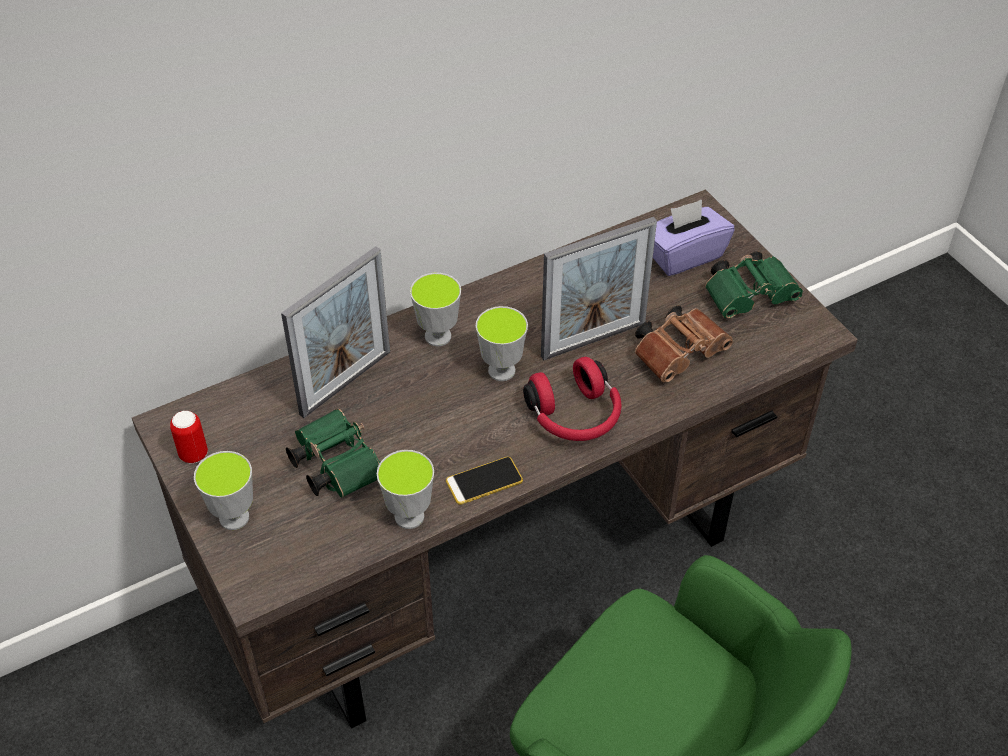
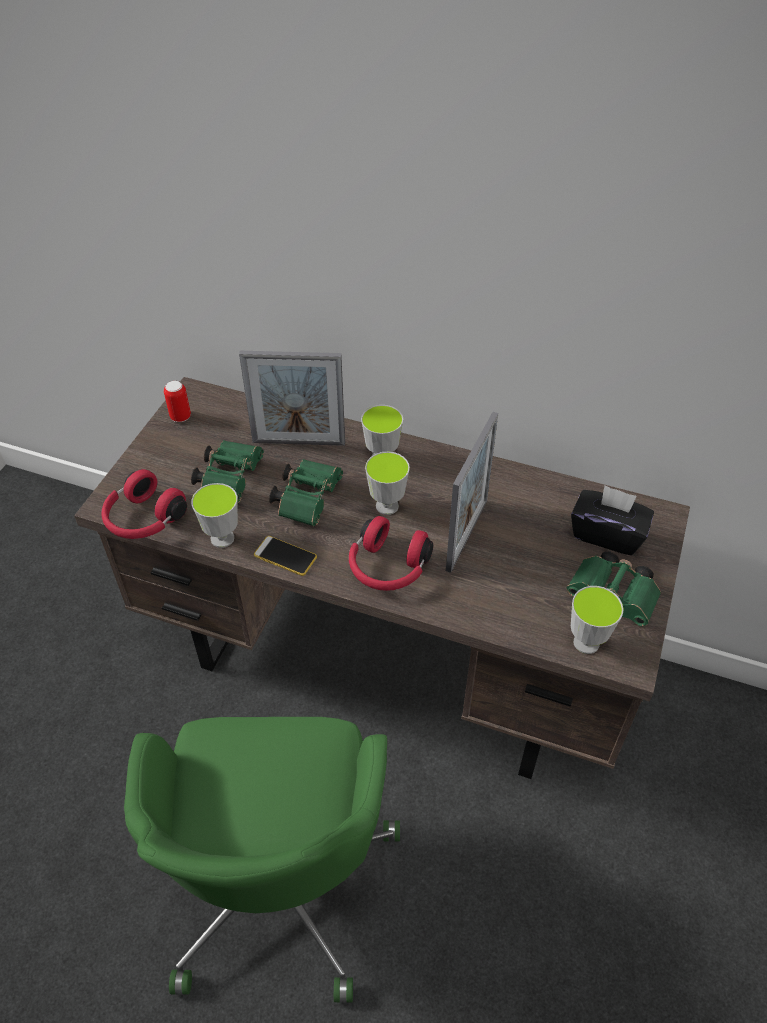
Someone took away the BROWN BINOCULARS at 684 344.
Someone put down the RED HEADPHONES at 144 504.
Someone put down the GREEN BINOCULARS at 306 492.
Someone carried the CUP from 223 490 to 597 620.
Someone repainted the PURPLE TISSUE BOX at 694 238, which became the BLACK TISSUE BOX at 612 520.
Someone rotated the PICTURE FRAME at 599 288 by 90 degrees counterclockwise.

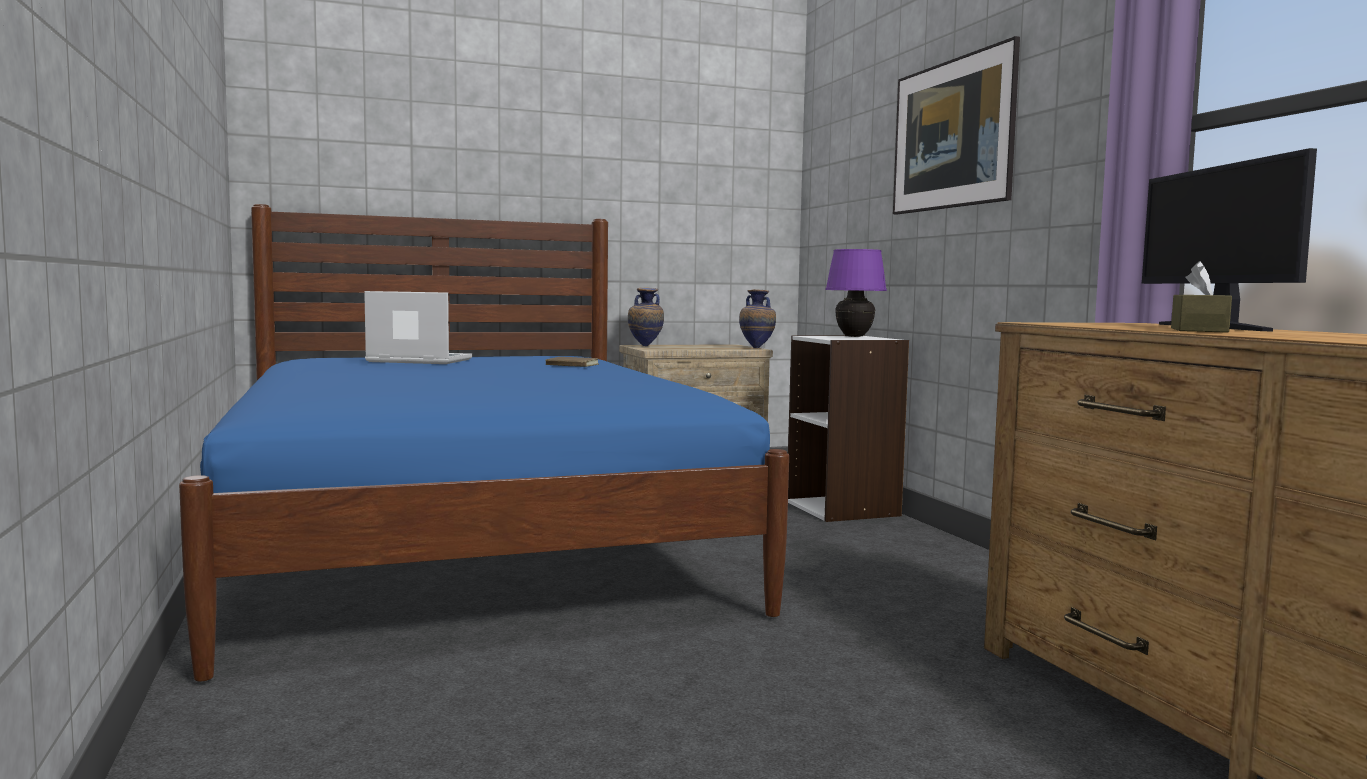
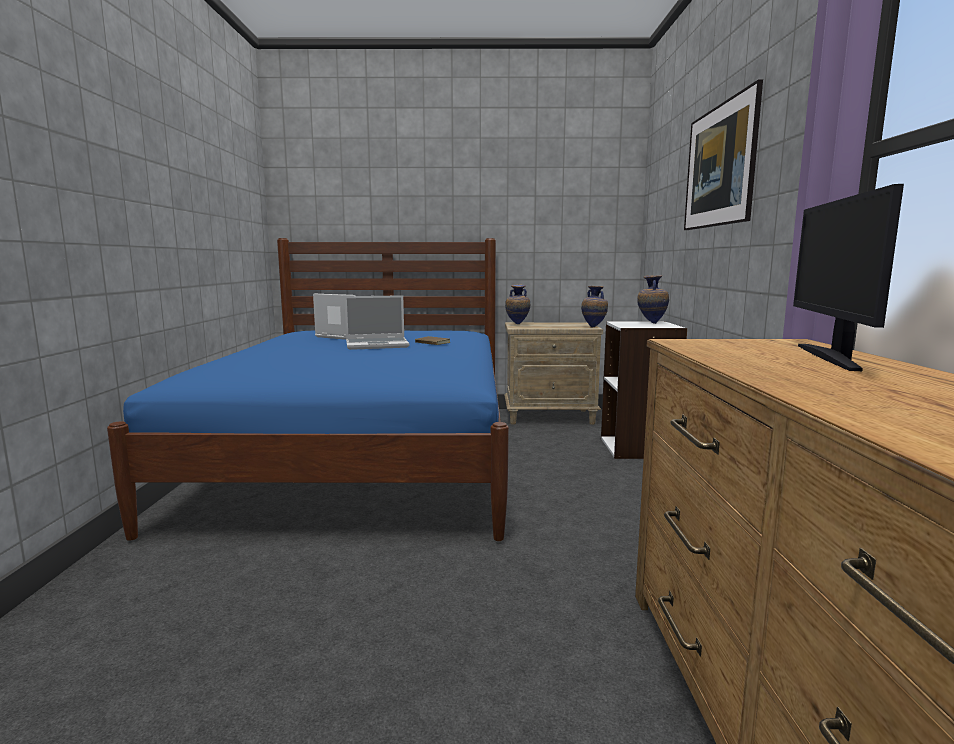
Someone took away the BROWN TISSUE BOX at 1201 297.
Someone put down the LAPTOP at 376 322.
Someone swapped the PURPLE TABLE LAMP at 856 293 for the VASE at 653 299.

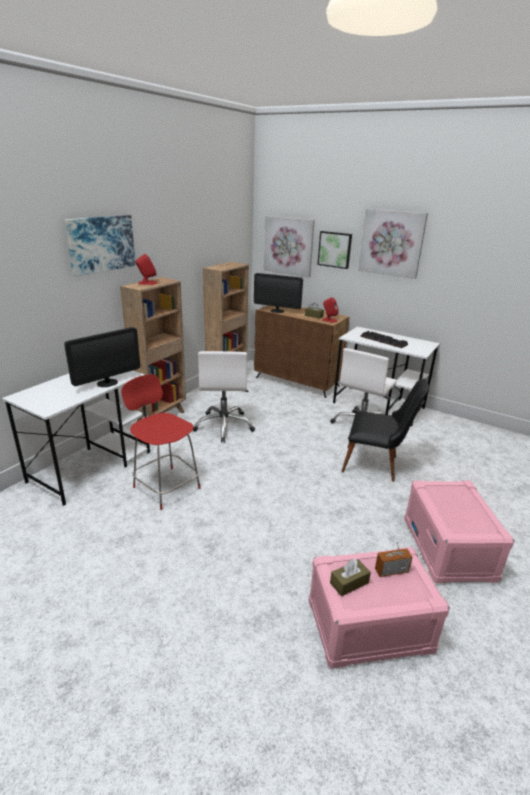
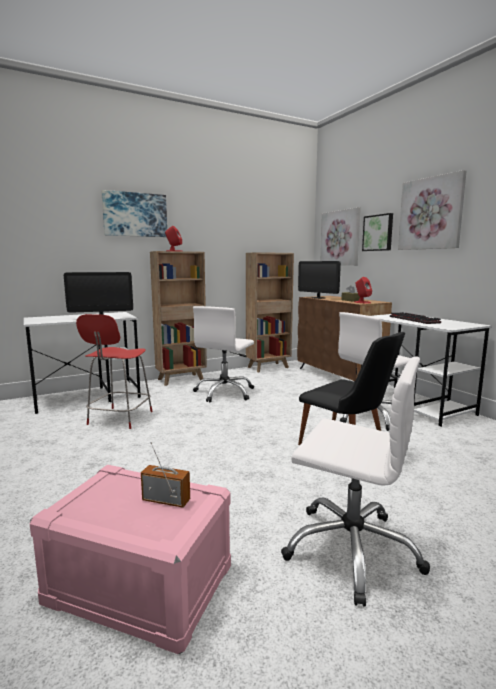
Someone took away the BROWN TISSUE BOX at 350 577.
Someone swapped the PINK STORAGE BOX at 459 531 for the WHITE OFFICE CHAIR at 355 481.
Someone rotated the RED CHAIR at 160 442 by 150 degrees counterclockwise.

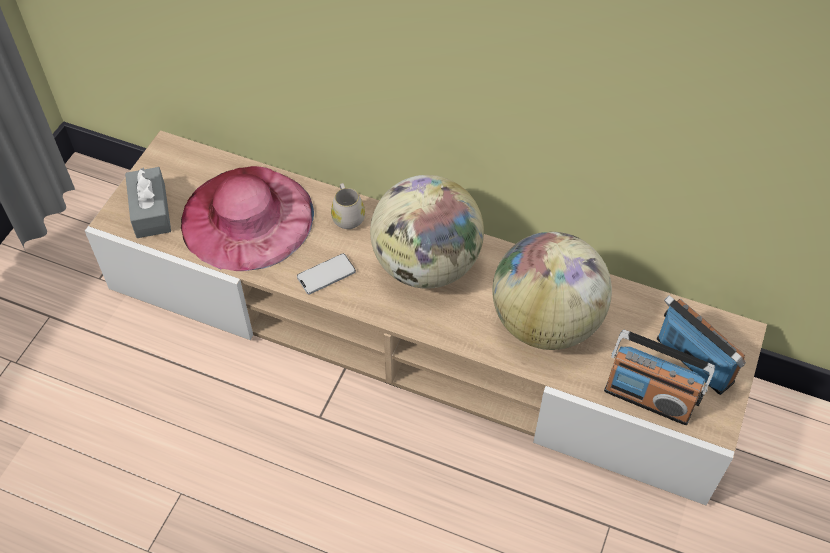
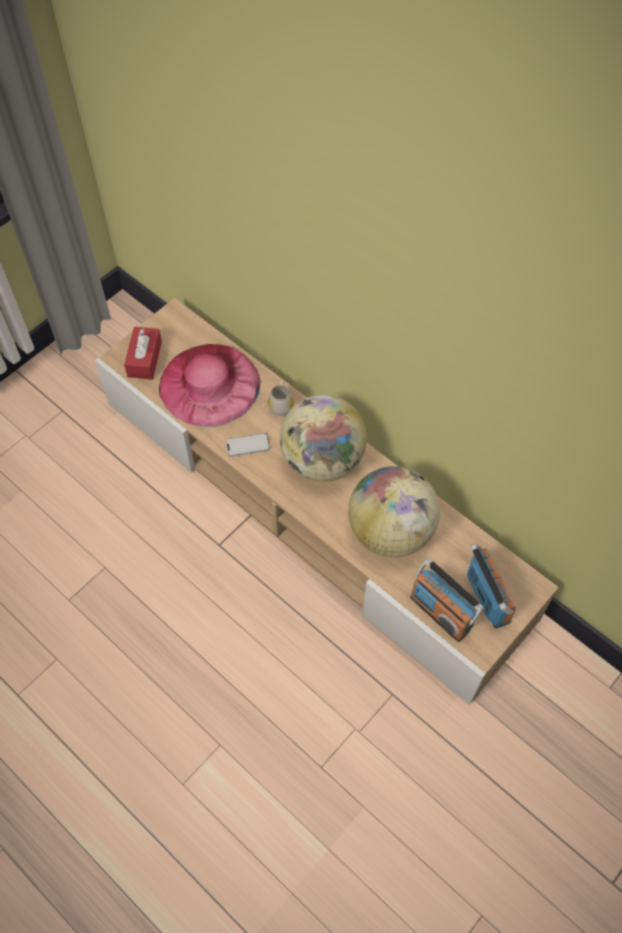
Someone repainted the GREY TISSUE BOX at 148 202, which became the RED TISSUE BOX at 143 353.

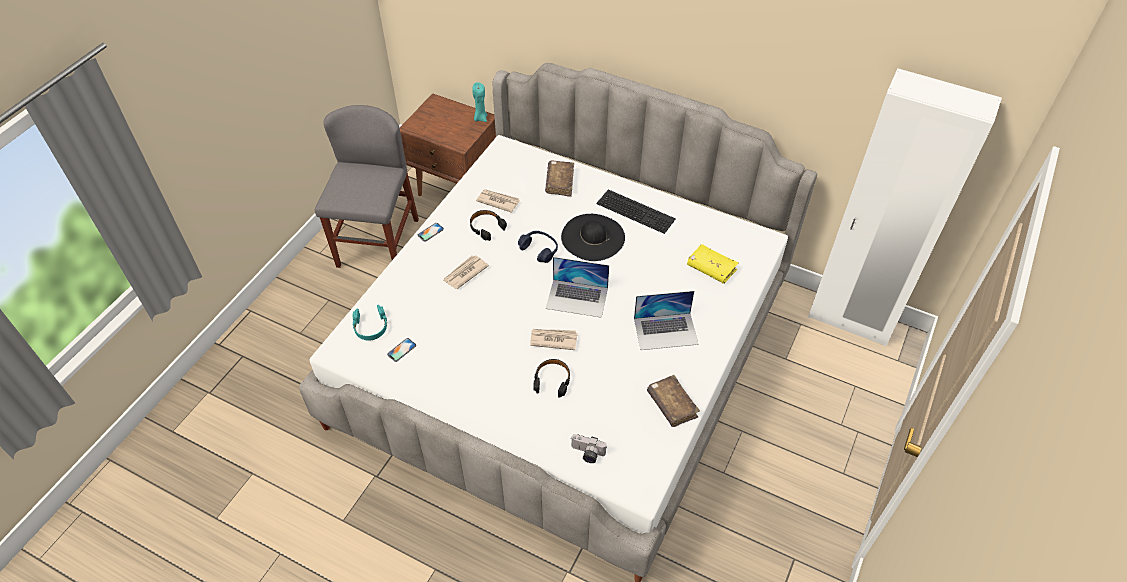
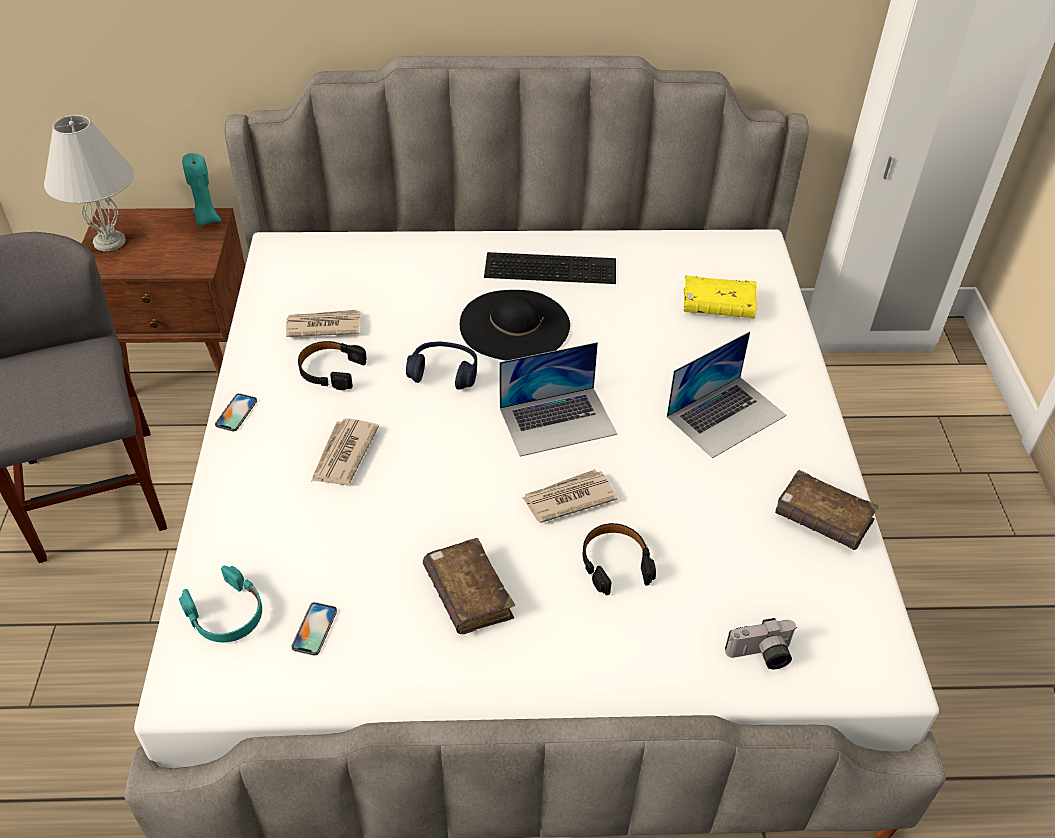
Someone put down the WHITE TABLE LAMP at 89 183.
Someone carried the BROWN BOOK from 559 179 to 469 586.

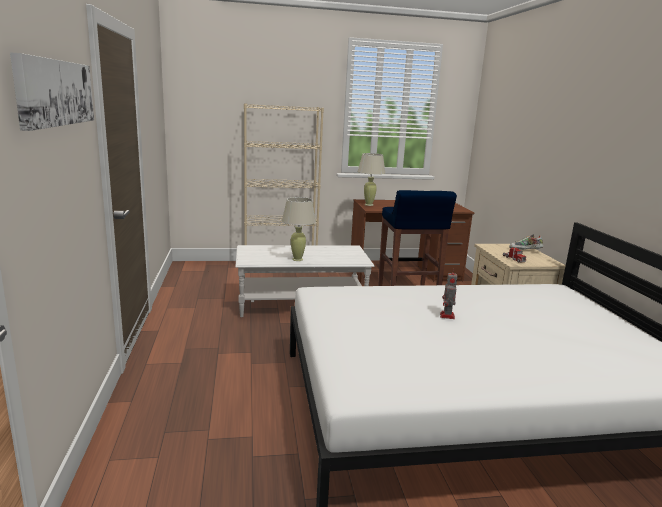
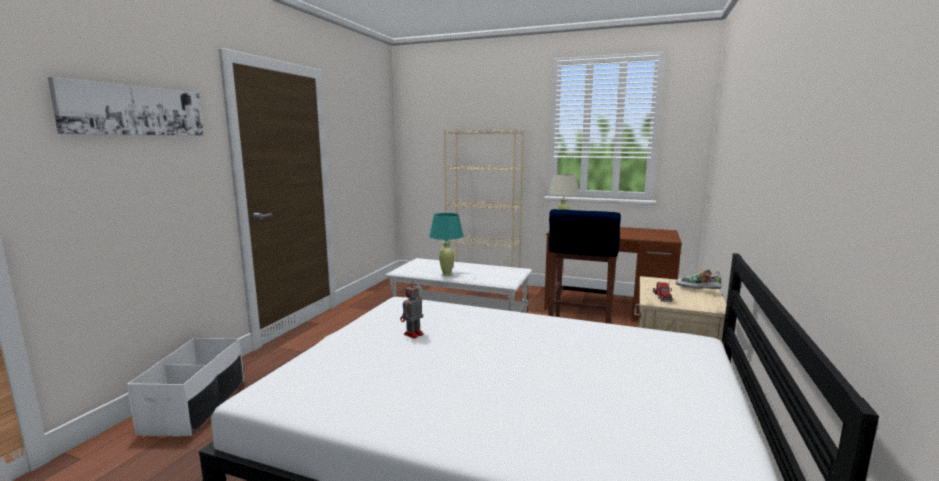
Someone put down the WHITE STORAGE BOX at 185 387.
Someone carried the TOY ROBOT from 448 293 to 412 310.
Someone repainted the BEIGE TABLE LAMP at 299 229, which became the TURQUOISE TABLE LAMP at 446 244.

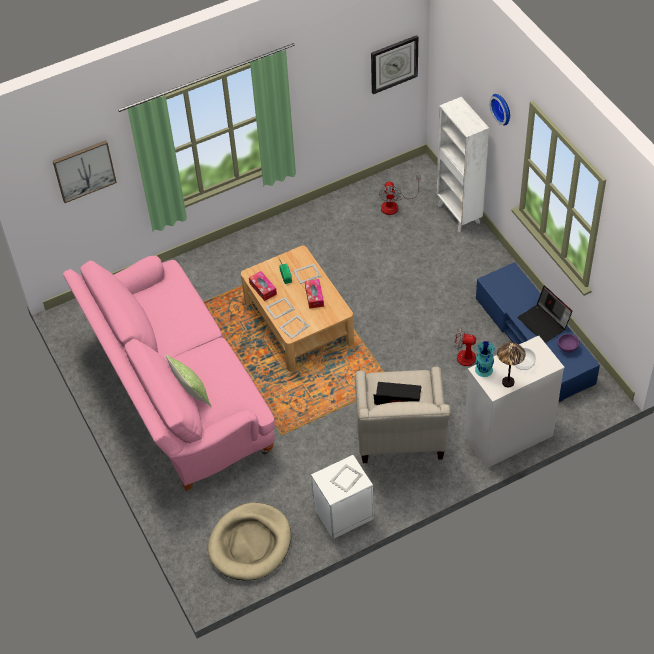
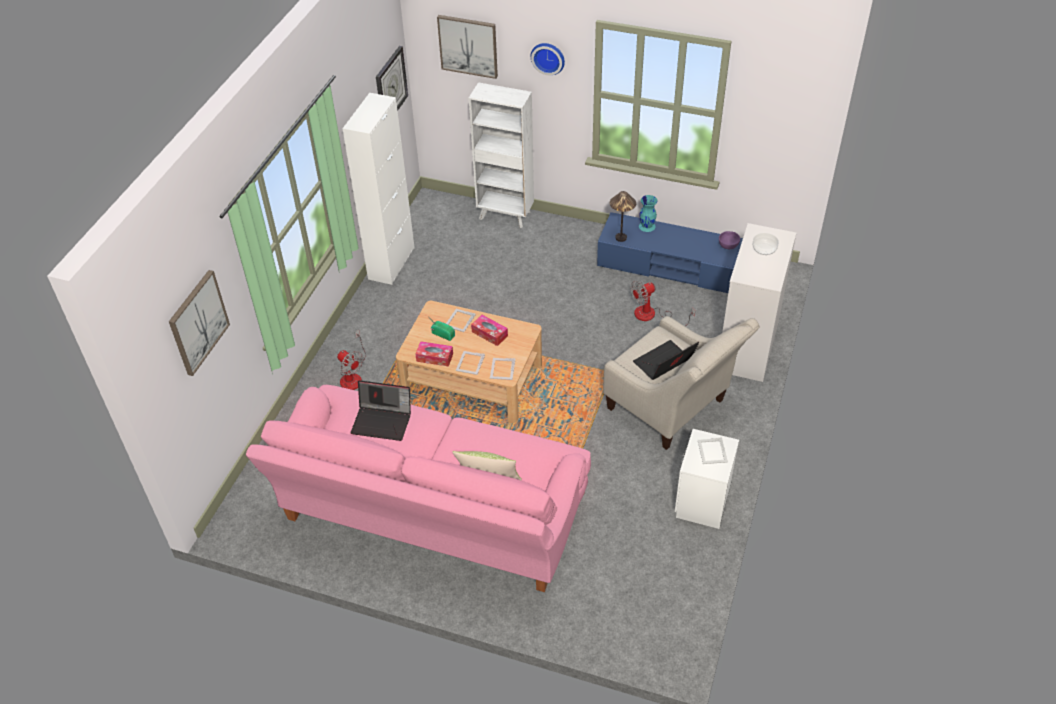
Someone took away the BEIGE DOG BED at 249 541.
Someone put down the WHITE CABINET at 378 189.
Someone put up the PICTURE at 467 47.
Someone carried the FAN from 400 195 to 351 360.
Someone carried the TURQUOISE VASE from 485 359 to 648 213.
Someone carried the TABLE LAMP from 511 365 to 623 216.
Someone carried the LAPTOP from 545 314 to 380 410.

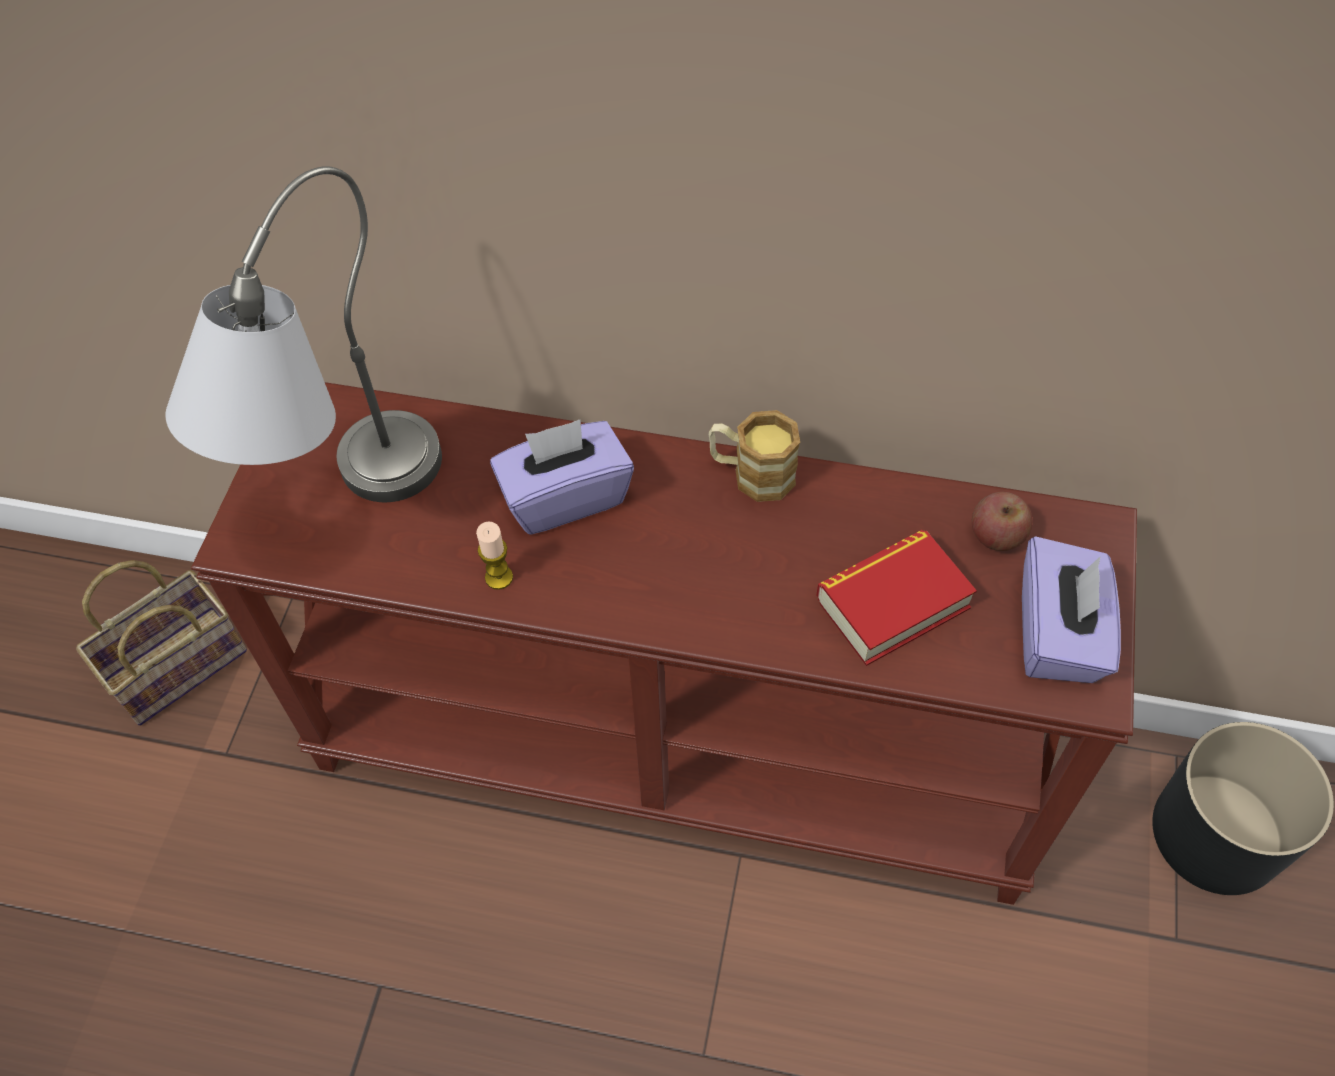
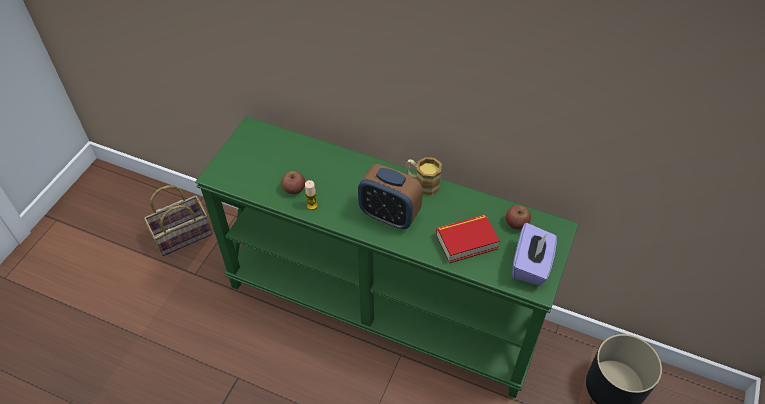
Someone took away the GREY TABLE LAMP at 304 334.
Someone took away the PURPLE TISSUE BOX at 562 477.
Someone put down the APPLE at 293 182.
Someone put down the ALARM CLOCK at 390 196.
Someone repainted the BROWN CONSOLE TABLE at 664 643, which became the GREEN CONSOLE TABLE at 387 257.

